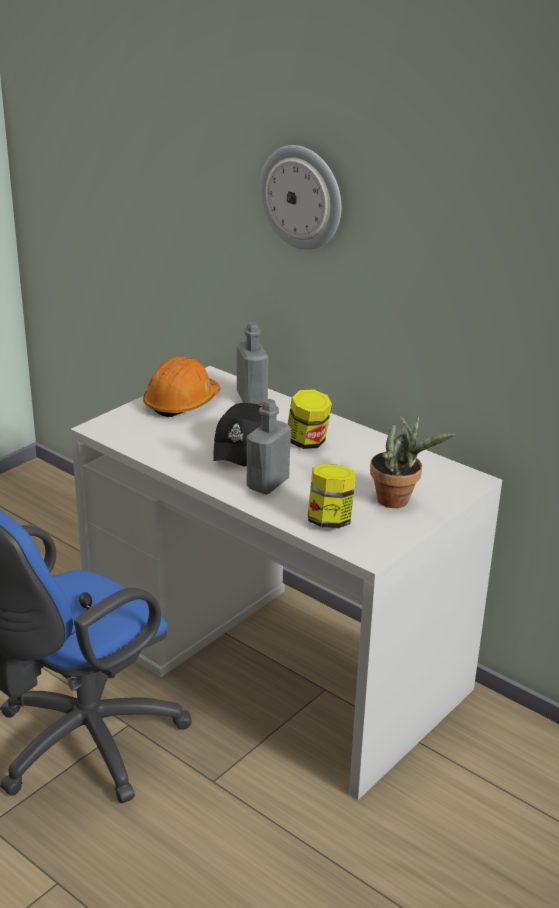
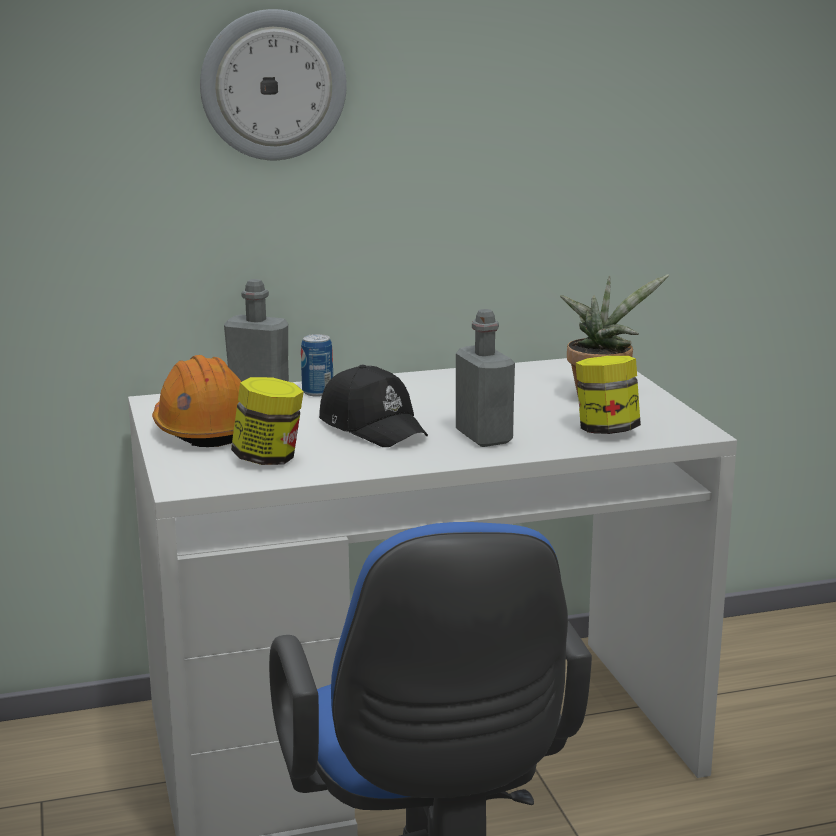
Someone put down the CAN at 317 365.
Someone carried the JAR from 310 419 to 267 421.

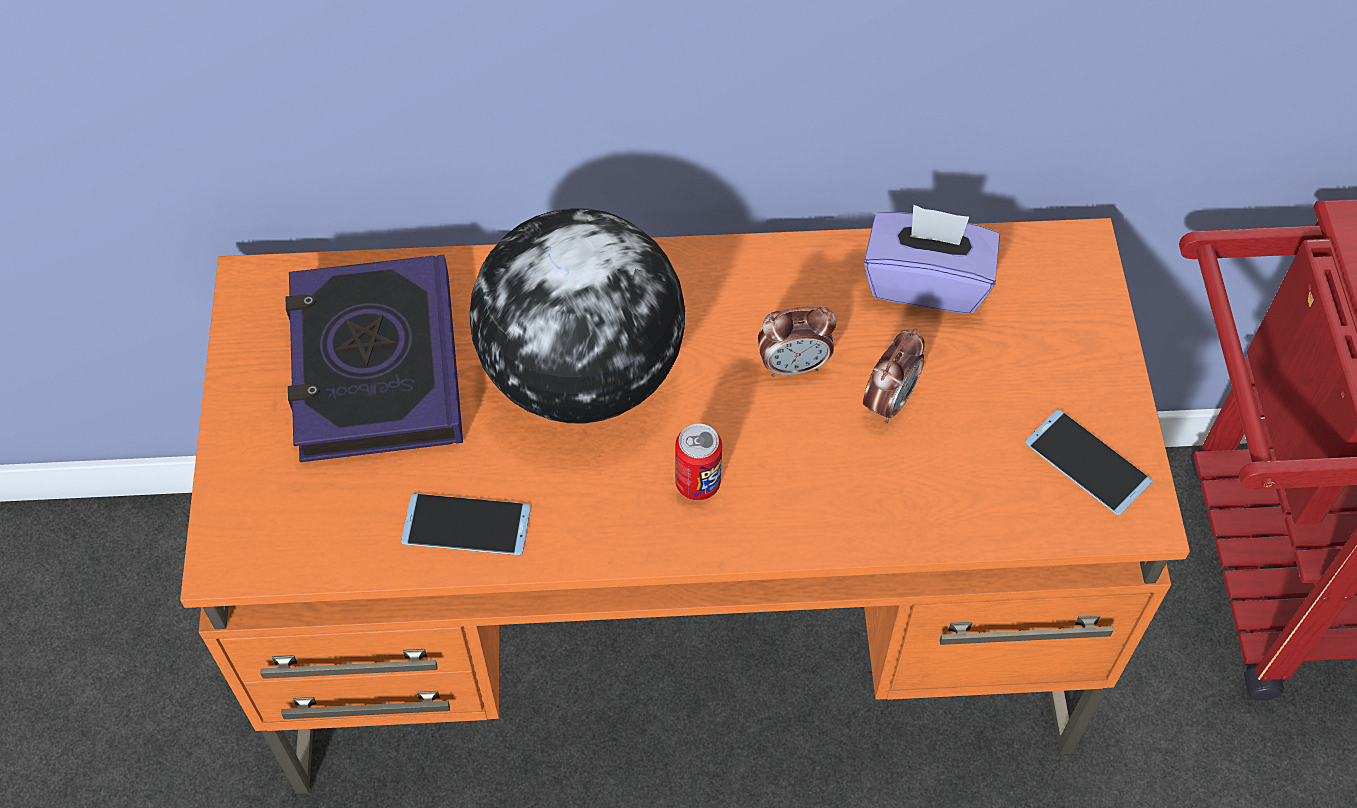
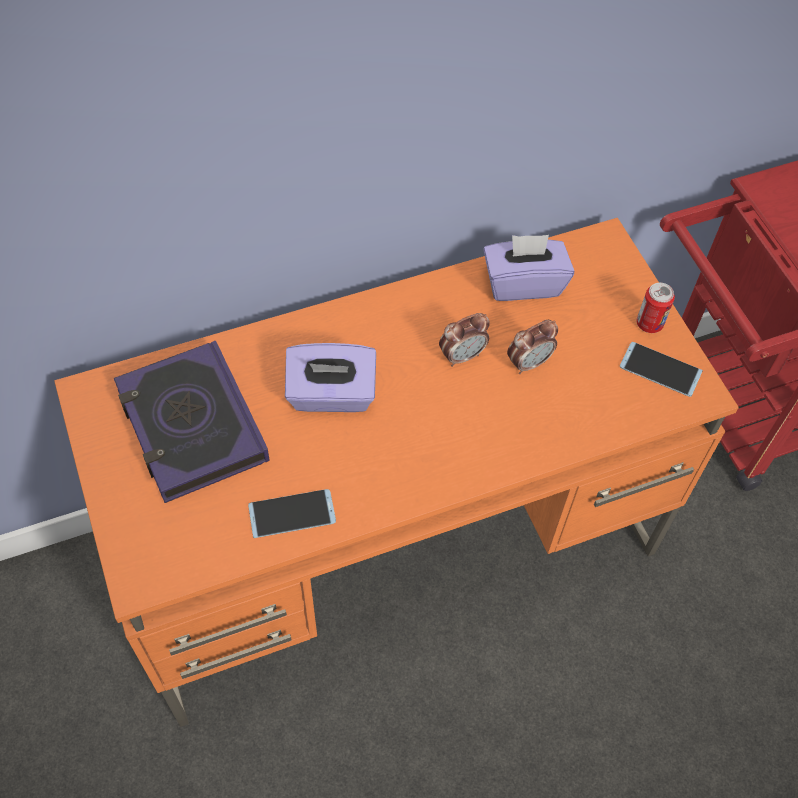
Someone carried the CAN from 698 461 to 655 308.
Someone swapped the GLOBE at 577 316 for the PURPLE TISSUE BOX at 330 377.
Someone rotated the ALARM CLOCK at 894 375 by 45 degrees clockwise.

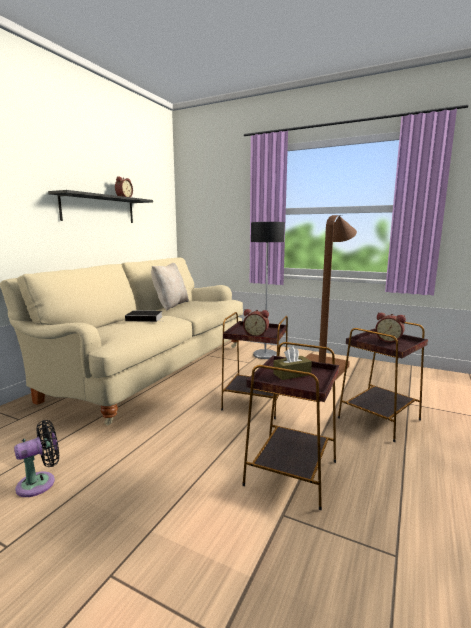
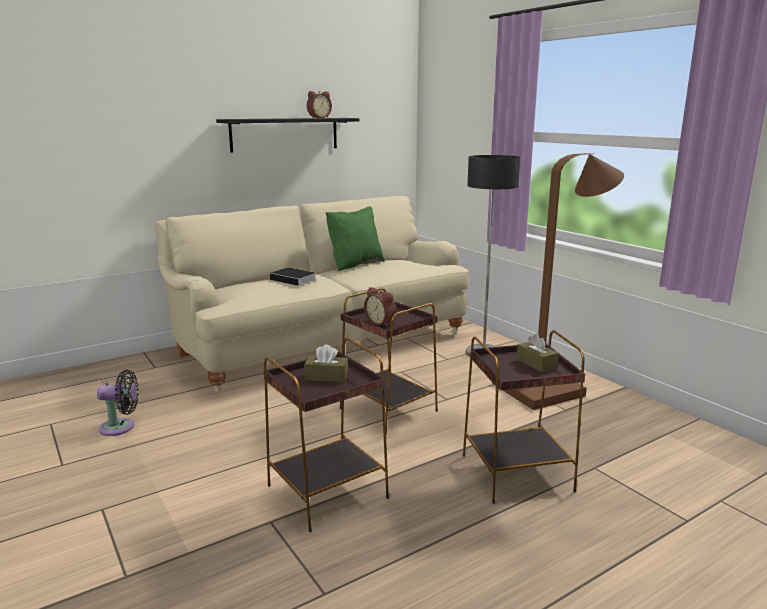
Someone swapped the ALARM CLOCK at 390 327 for the BROWN TISSUE BOX at 538 352.
Someone repainted the BEIGE PILLOW at 170 287, which became the GREEN PILLOW at 355 238.

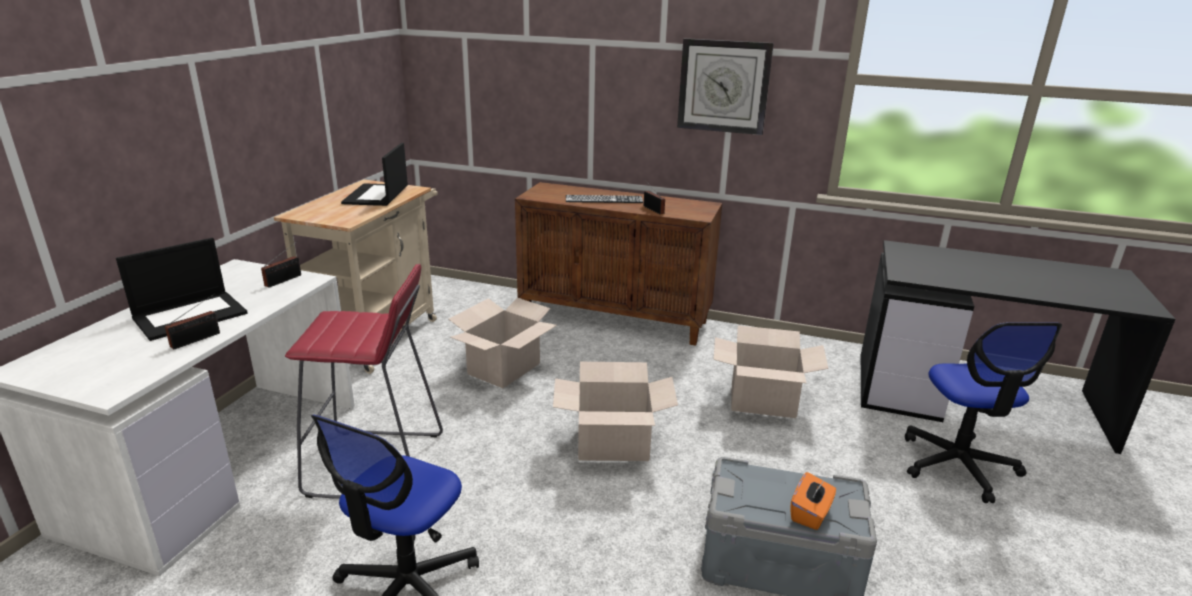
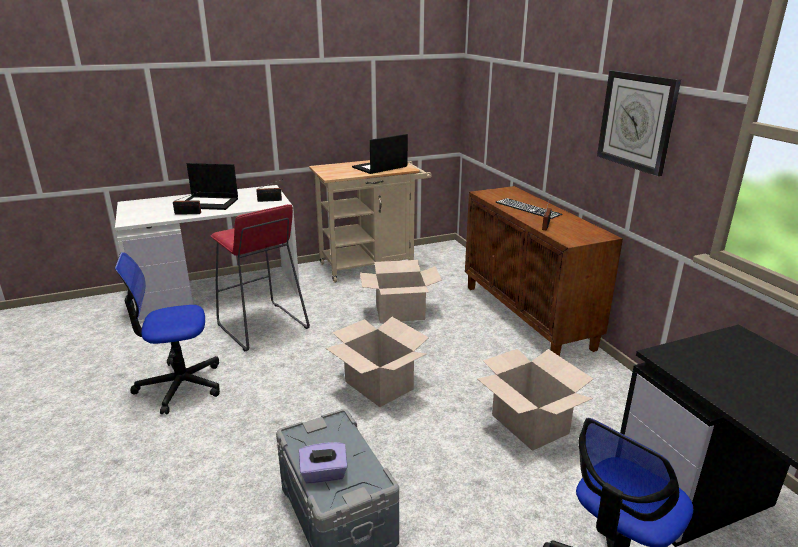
Someone repainted the ORANGE TISSUE BOX at 813 501, which became the PURPLE TISSUE BOX at 323 463.

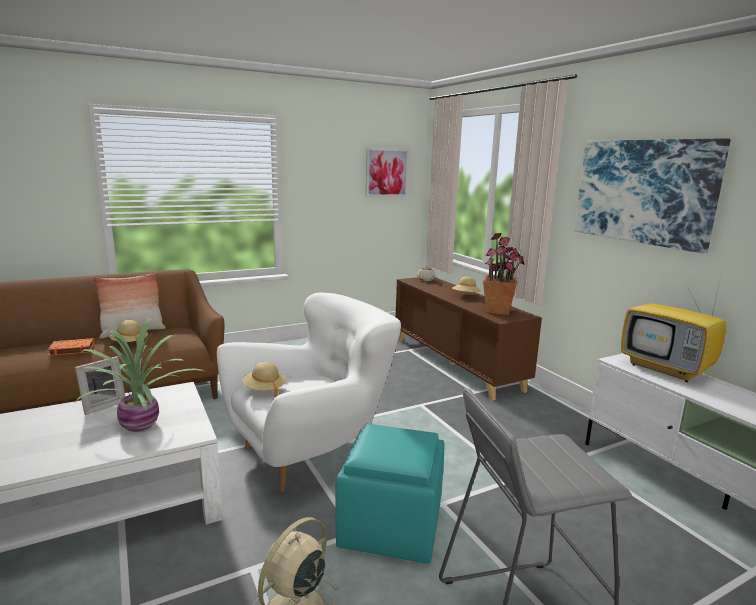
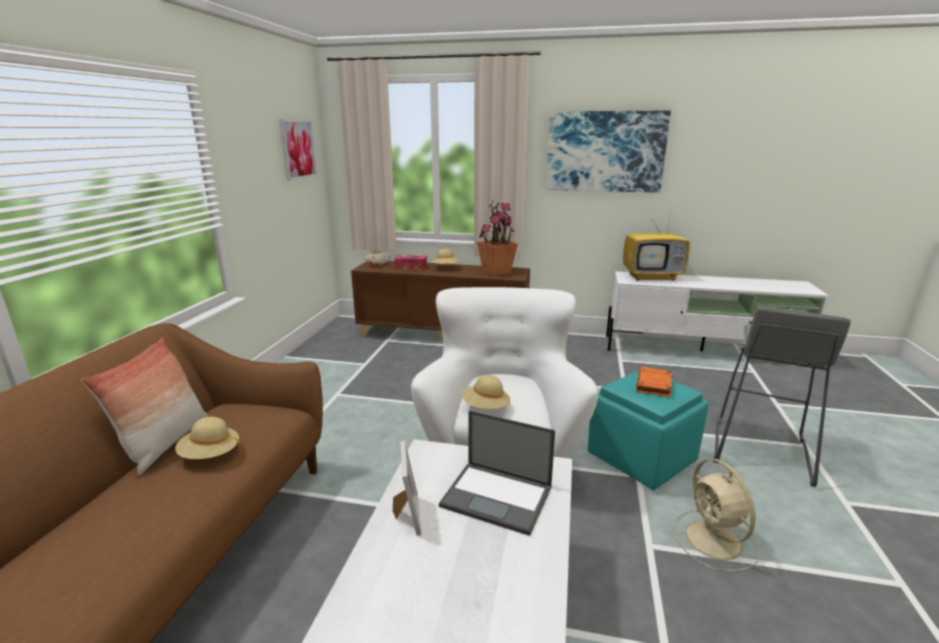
Someone put down the TISSUE BOX at 410 262.
Someone carried the ORANGE BOOK from 71 347 to 654 382.
Someone swapped the POTTED PLANT at 140 375 for the LAPTOP at 497 473.

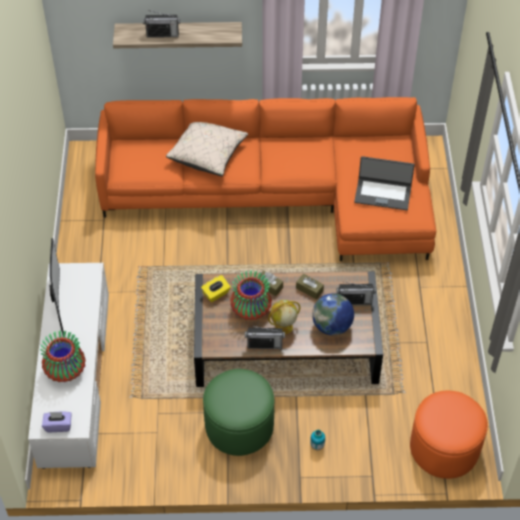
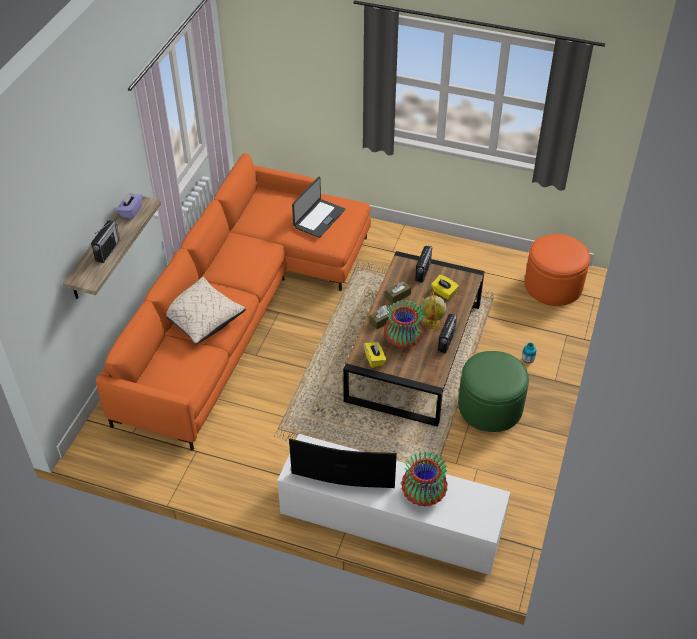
Someone carried the PURPLE TISSUE BOX from 57 422 to 129 205.
Someone swapped the GLOBE at 333 314 for the YELLOW TISSUE BOX at 445 287.

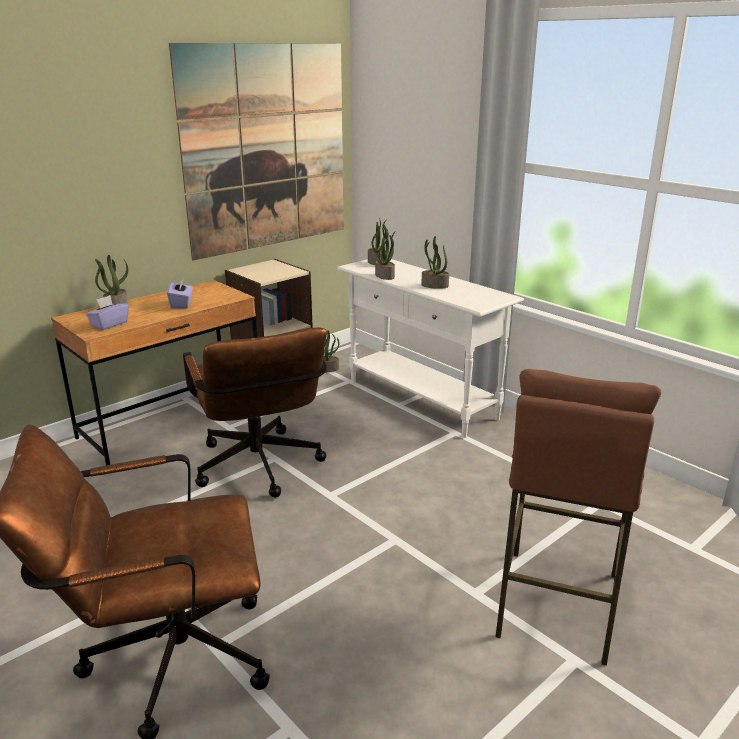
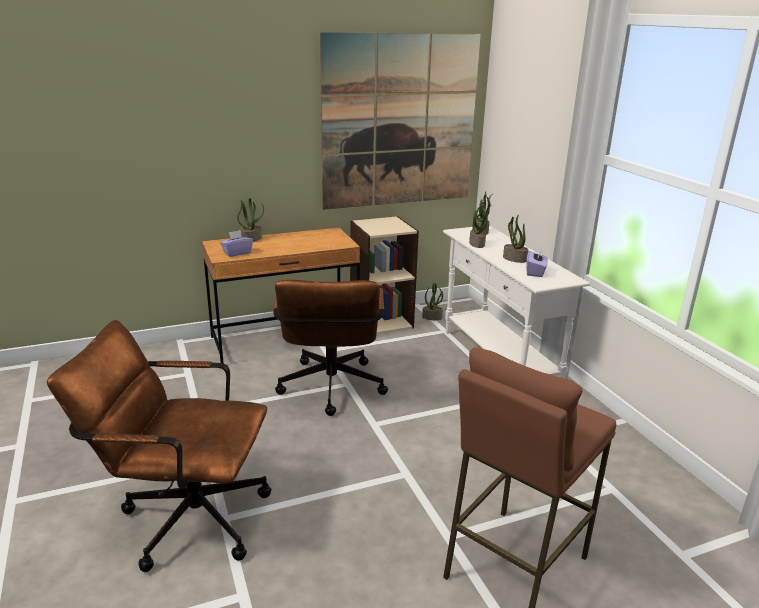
Someone carried the PURPLE TISSUE BOX from 180 293 to 537 263.

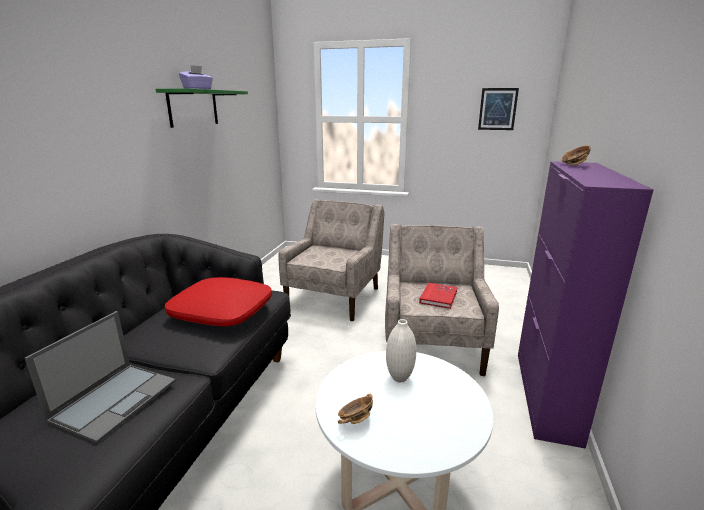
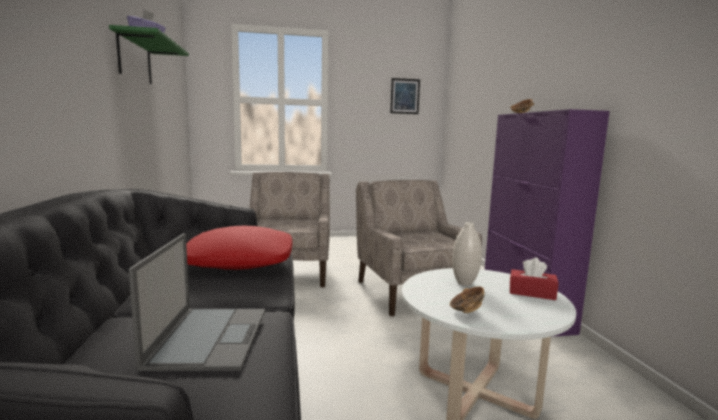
Someone took away the RED BOOK at 438 296.
Someone put down the RED TISSUE BOX at 534 279.

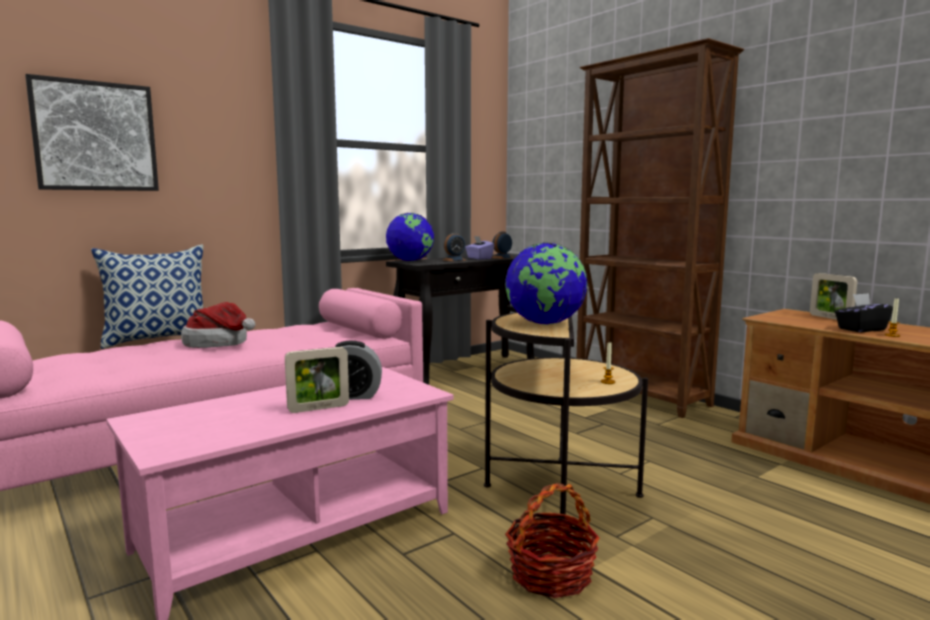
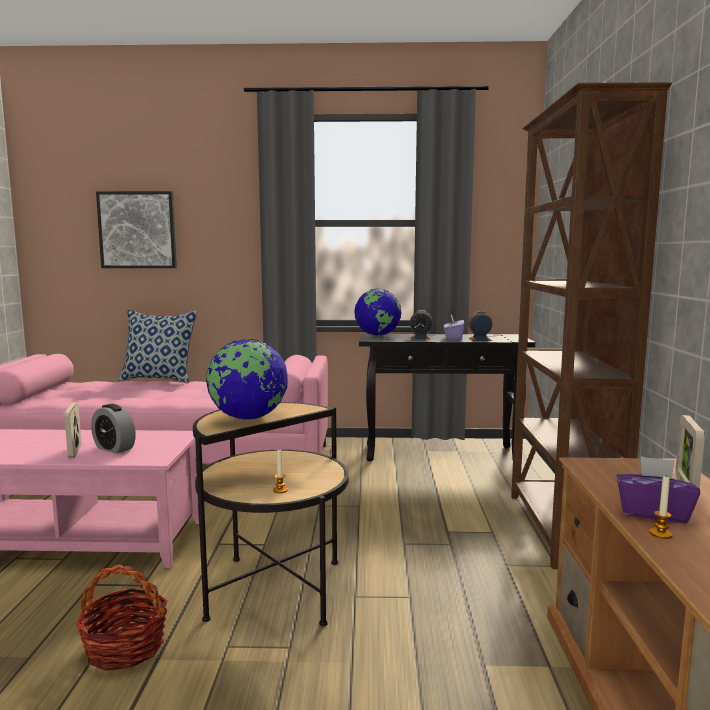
Someone took away the HAT at 218 325.
Someone repainted the BLACK TISSUE BOX at 864 312, which became the PURPLE TISSUE BOX at 658 489.
Someone rotated the PICTURE FRAME at 317 380 by 60 degrees clockwise.

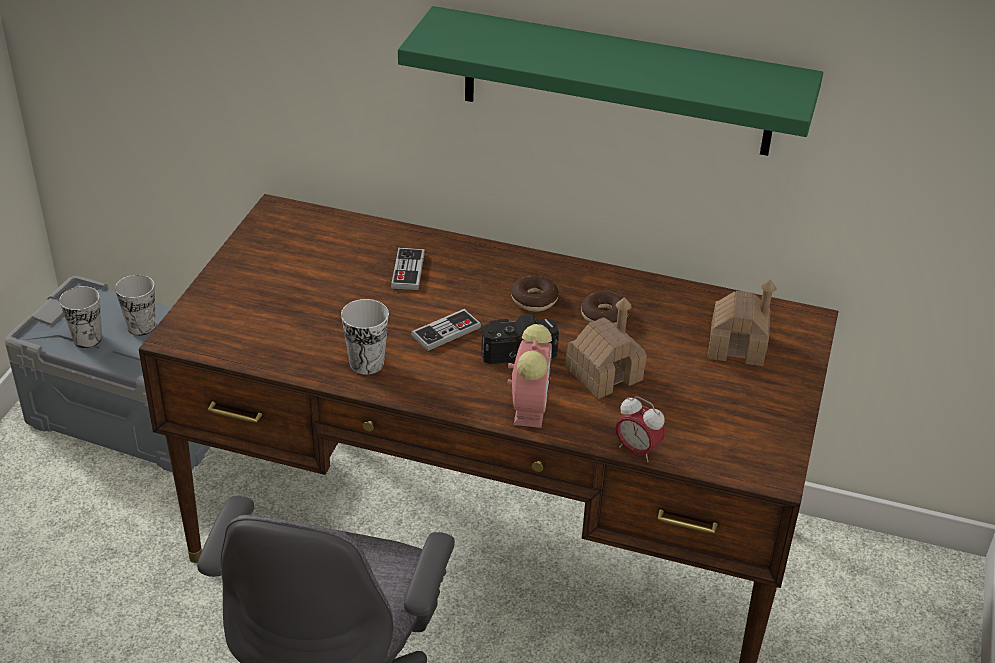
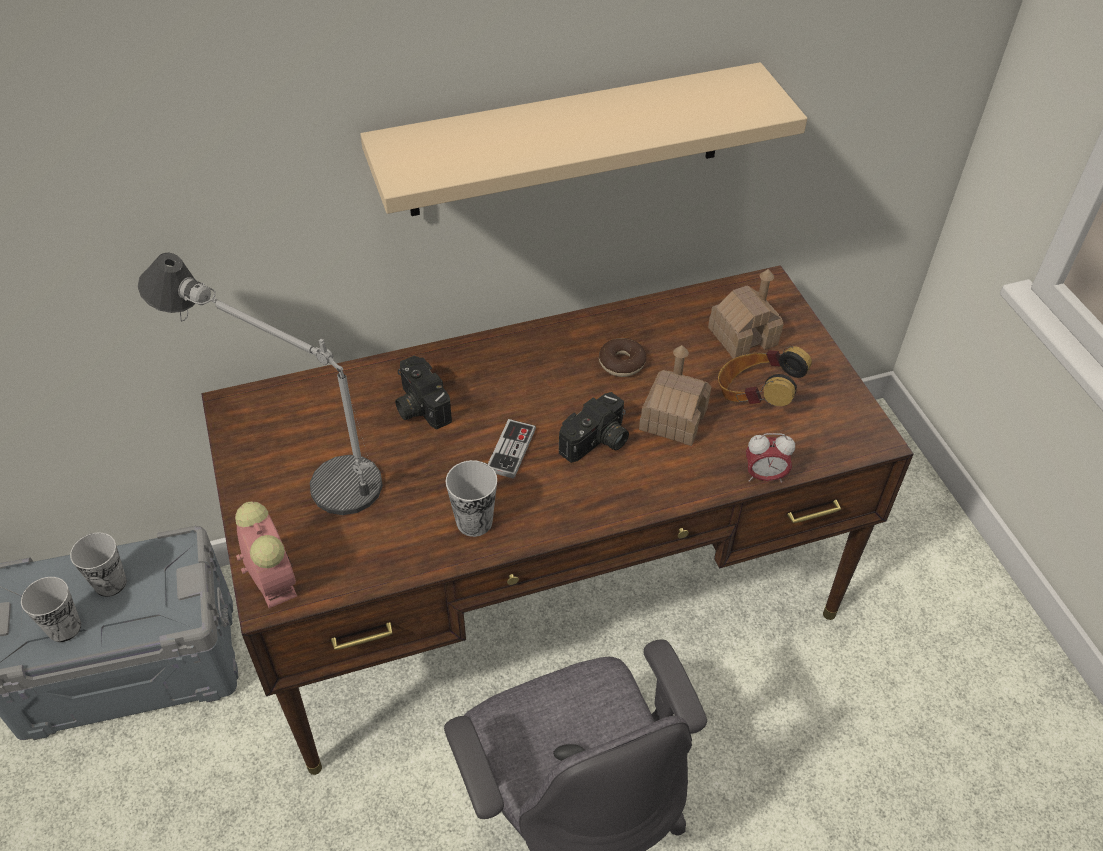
Someone took away the DONUT at 535 294.
Someone put down the TABLE LAMP at 260 384.
Someone put down the HEADPHONES at 765 376.
Someone carried the ALARM CLOCK from 529 376 to 266 555.
Someone swapped the GAME CONTROLLER at 408 269 for the PHOTO CAMERA at 423 392.
Someone repainted the GREEN SHELF at 610 81, which became the BEIGE SHELF at 583 139.

